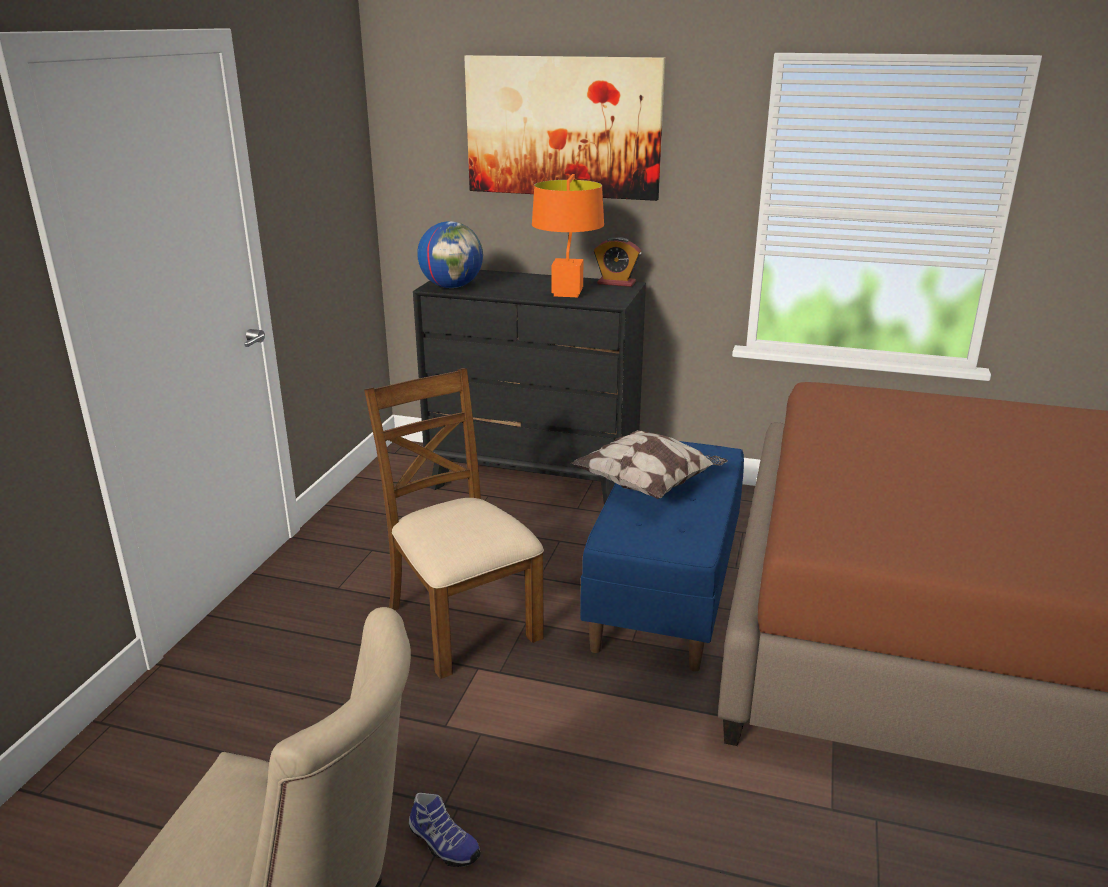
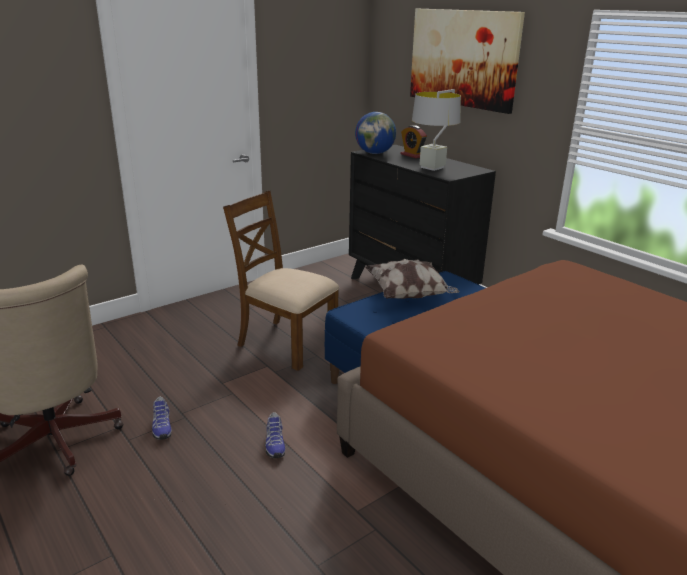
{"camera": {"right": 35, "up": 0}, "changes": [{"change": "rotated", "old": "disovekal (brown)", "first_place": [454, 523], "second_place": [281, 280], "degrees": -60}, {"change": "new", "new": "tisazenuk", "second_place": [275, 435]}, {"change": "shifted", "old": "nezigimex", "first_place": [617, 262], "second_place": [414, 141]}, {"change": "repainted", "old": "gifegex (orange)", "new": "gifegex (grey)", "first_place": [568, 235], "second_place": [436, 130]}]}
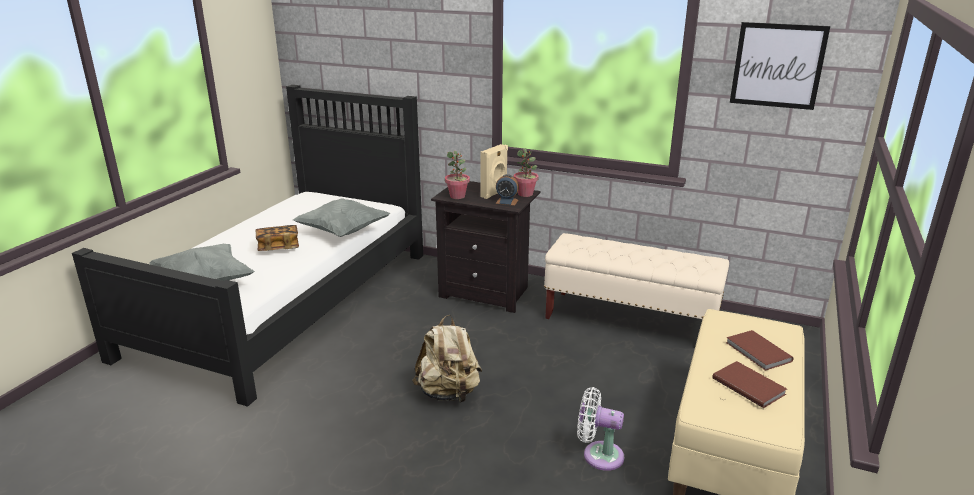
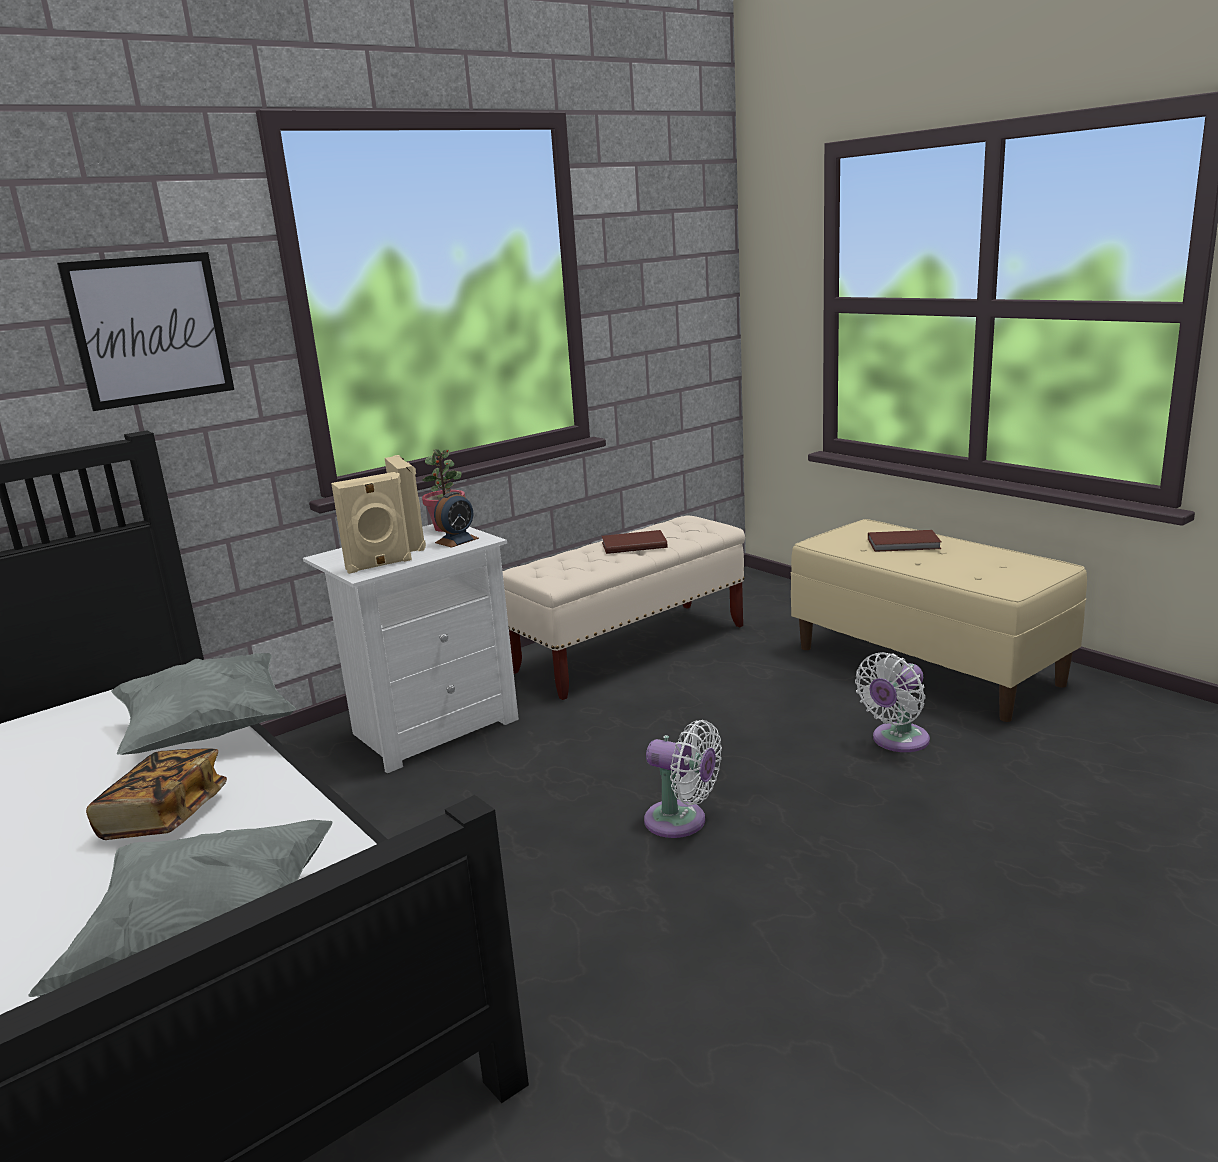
{"camera": {"right": -60, "up": -5}, "changes": [{"change": "shifted", "old": "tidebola", "first_place": [780, 66], "second_place": [145, 331]}, {"change": "repainted", "old": "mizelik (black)", "new": "mizelik (white)", "first_place": [486, 247], "second_place": [411, 648]}, {"change": "swapped", "old": "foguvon", "new": "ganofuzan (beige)", "first_place": [457, 174], "second_place": [371, 523]}, {"change": "shifted", "old": "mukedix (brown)", "first_place": [749, 384], "second_place": [635, 542]}, {"change": "swapped", "old": "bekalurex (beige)", "new": "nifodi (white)", "first_place": [447, 359], "second_place": [683, 779]}]}
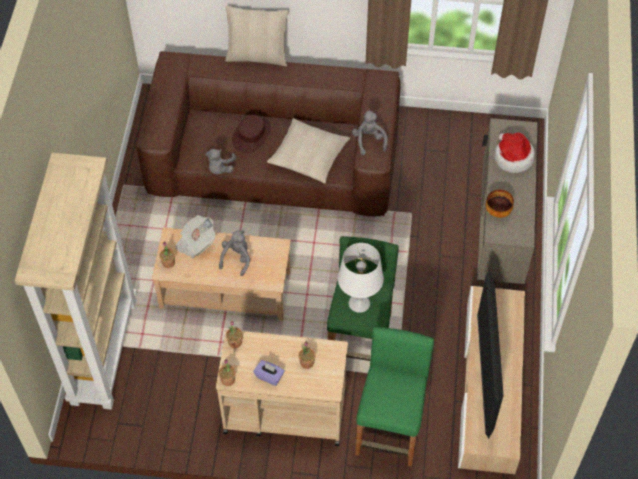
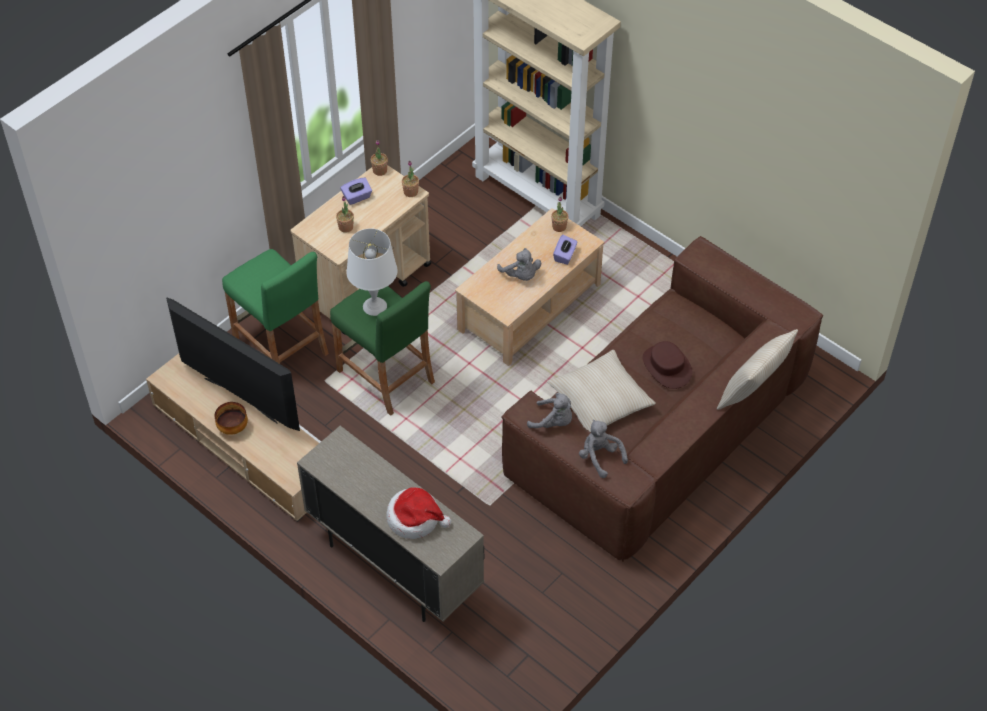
{"camera": {"right": 125, "up": -5}, "changes": [{"change": "shifted", "old": "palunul", "first_place": [500, 203], "second_place": [231, 418]}, {"change": "swapped", "old": "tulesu", "new": "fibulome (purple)", "first_place": [195, 237], "second_place": [565, 250]}, {"change": "shifted", "old": "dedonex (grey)", "first_place": [221, 161], "second_place": [603, 448]}]}
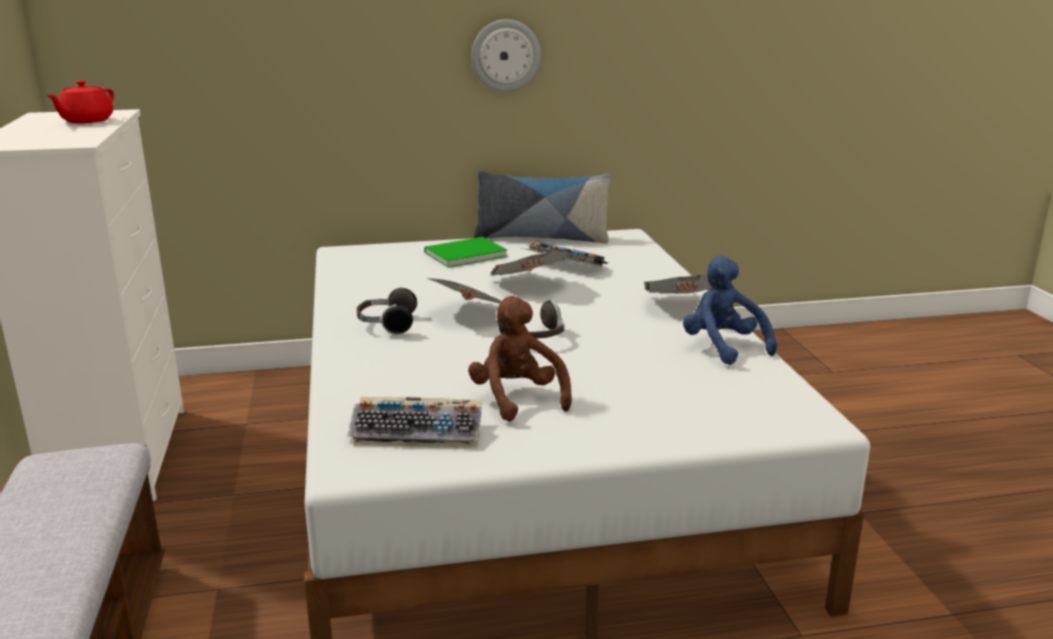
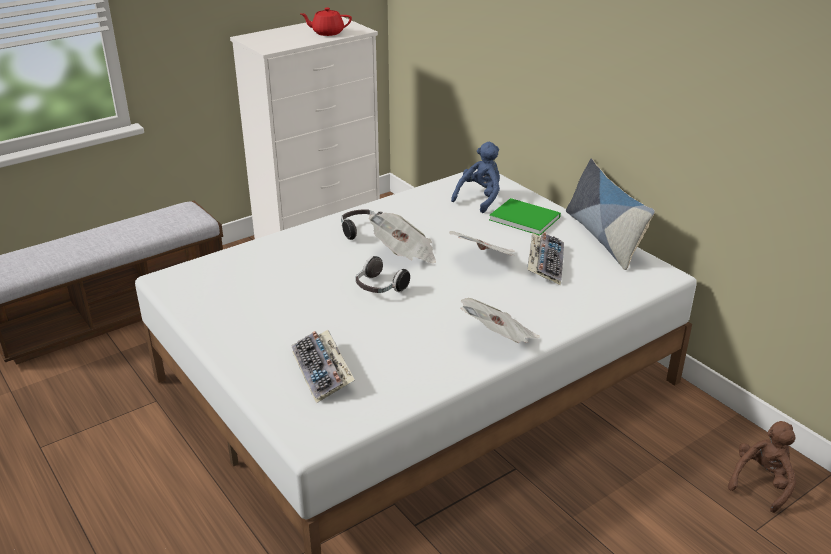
{"camera": {"right": 65, "up": 10}, "changes": [{"change": "shifted", "old": "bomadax", "first_place": [414, 422], "second_place": [323, 366]}, {"change": "shifted", "old": "dedonex (blue)", "first_place": [730, 310], "second_place": [475, 177]}, {"change": "shifted", "old": "dedonex (brown)", "first_place": [520, 359], "second_place": [762, 467]}, {"change": "gone", "old": "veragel", "first_place": [506, 55]}]}
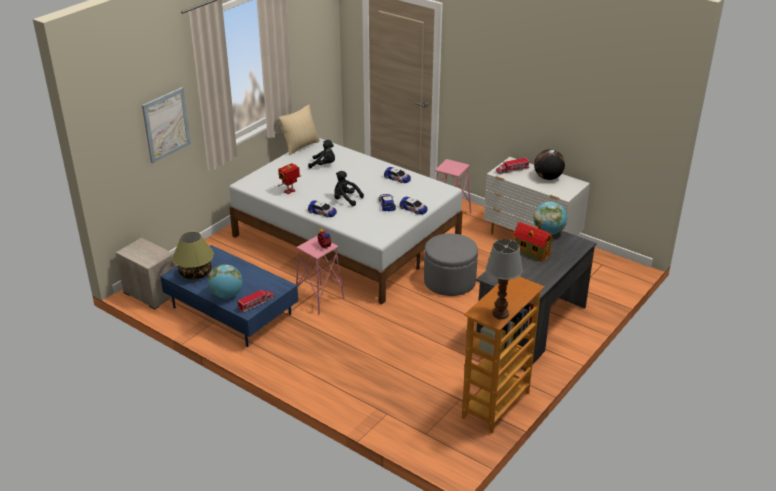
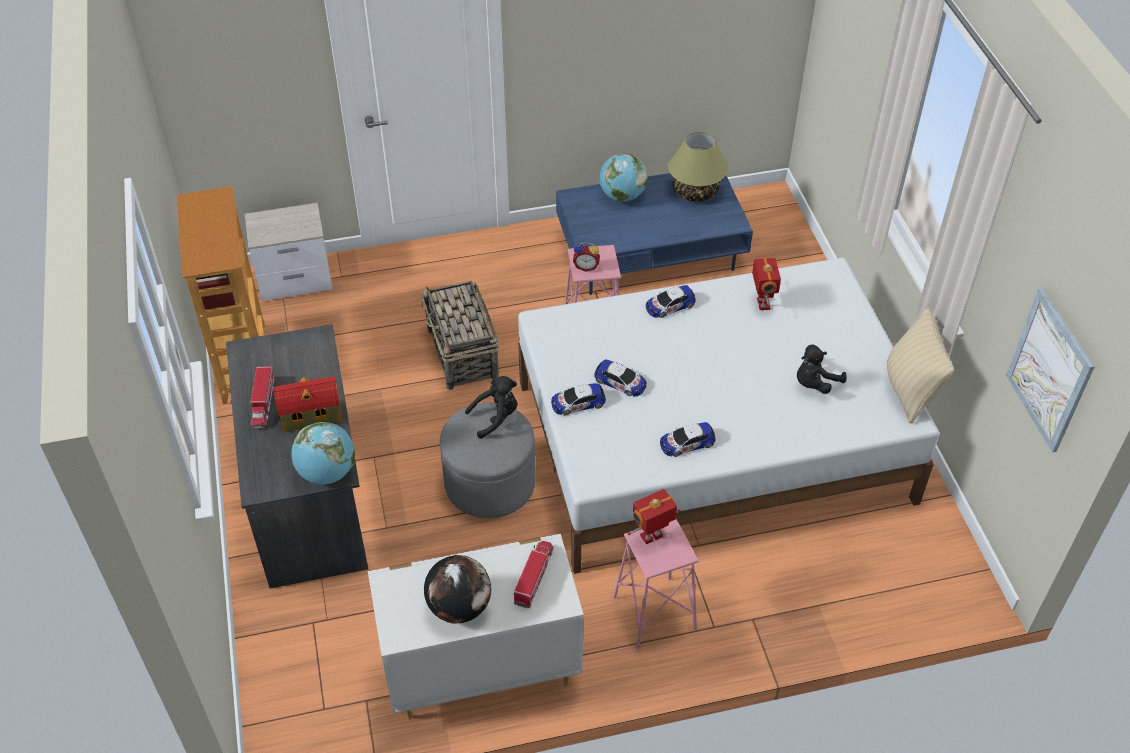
{"camera": {"right": 130, "up": 15}, "changes": [{"change": "shifted", "old": "mizelik", "first_place": [146, 274], "second_place": [289, 252]}, {"change": "shifted", "old": "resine", "first_place": [256, 301], "second_place": [261, 397]}, {"change": "new", "new": "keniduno", "second_place": [460, 335]}, {"change": "shifted", "old": "dedonex (black)", "first_place": [349, 188], "second_place": [491, 407]}, {"change": "new", "new": "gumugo", "second_place": [653, 516]}, {"change": "shifted", "old": "tidebola", "first_place": [166, 125], "second_place": [1050, 370]}, {"change": "gone", "old": "gifegex", "first_place": [504, 279]}]}
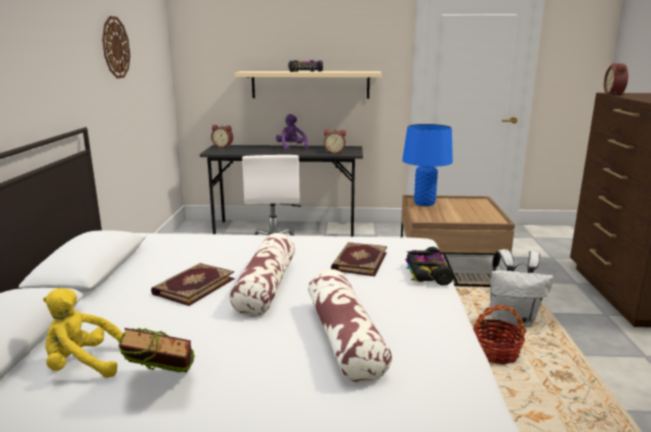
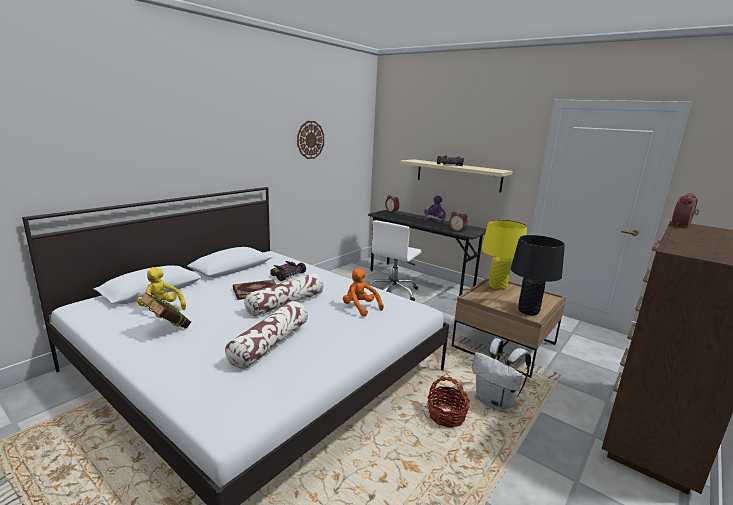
{"camera": {"right": 35, "up": 0}, "changes": [{"change": "shifted", "old": "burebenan", "first_place": [429, 266], "second_place": [288, 271]}, {"change": "swapped", "old": "mukedix", "new": "dedonex (orange)", "first_place": [359, 259], "second_place": [363, 292]}, {"change": "repainted", "old": "gifegex (blue)", "new": "gifegex (yellow)", "first_place": [427, 165], "second_place": [504, 255]}, {"change": "new", "new": "gifegex (black)", "second_place": [538, 275]}]}
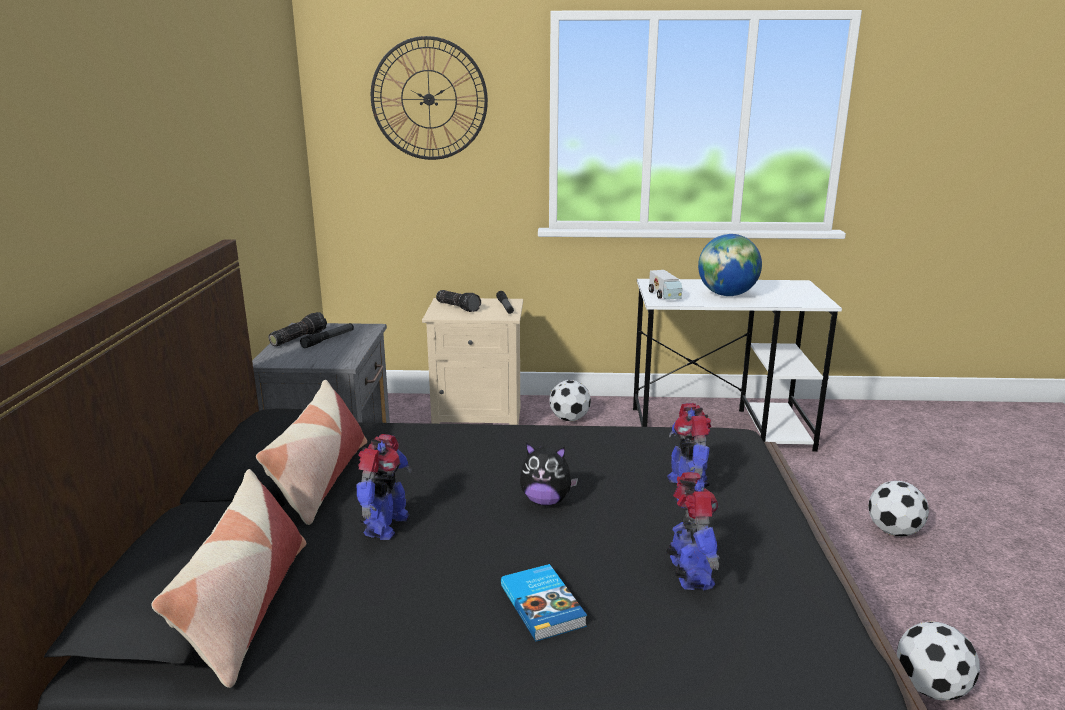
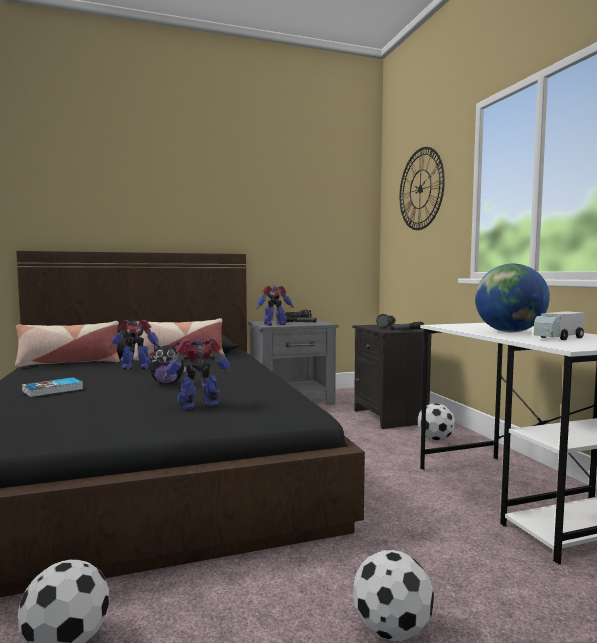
{"camera": {"right": 70, "up": -15}, "changes": [{"change": "rotated", "old": "dedonex", "first_place": [549, 474], "second_place": [168, 363], "degrees": -90}, {"change": "shifted", "old": "gumugo", "first_place": [693, 531], "second_place": [275, 305]}, {"change": "repainted", "old": "mizelik (beige)", "new": "mizelik (black)", "first_place": [472, 361], "second_place": [392, 376]}, {"change": "shifted", "old": "resine", "first_place": [665, 285], "second_place": [559, 325]}]}
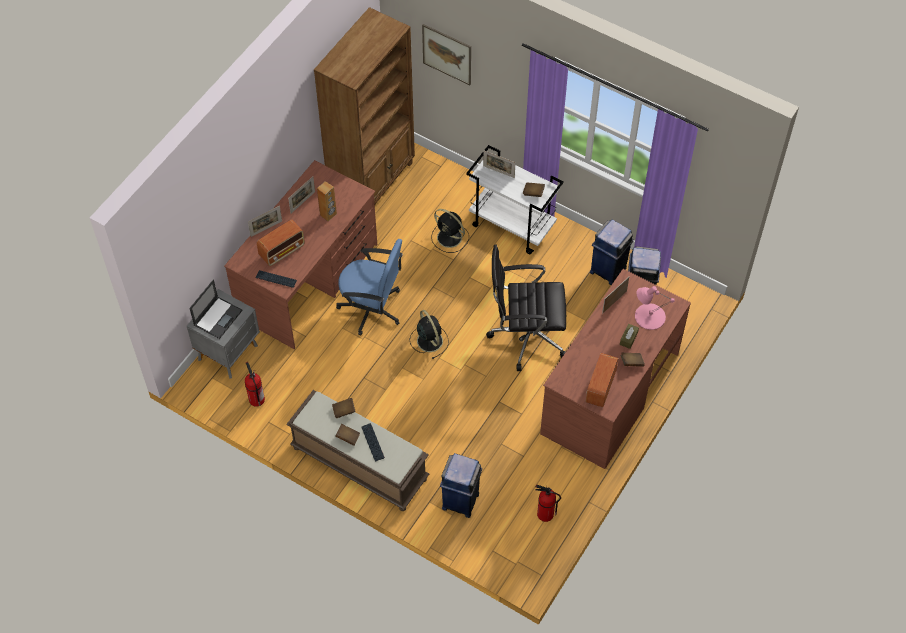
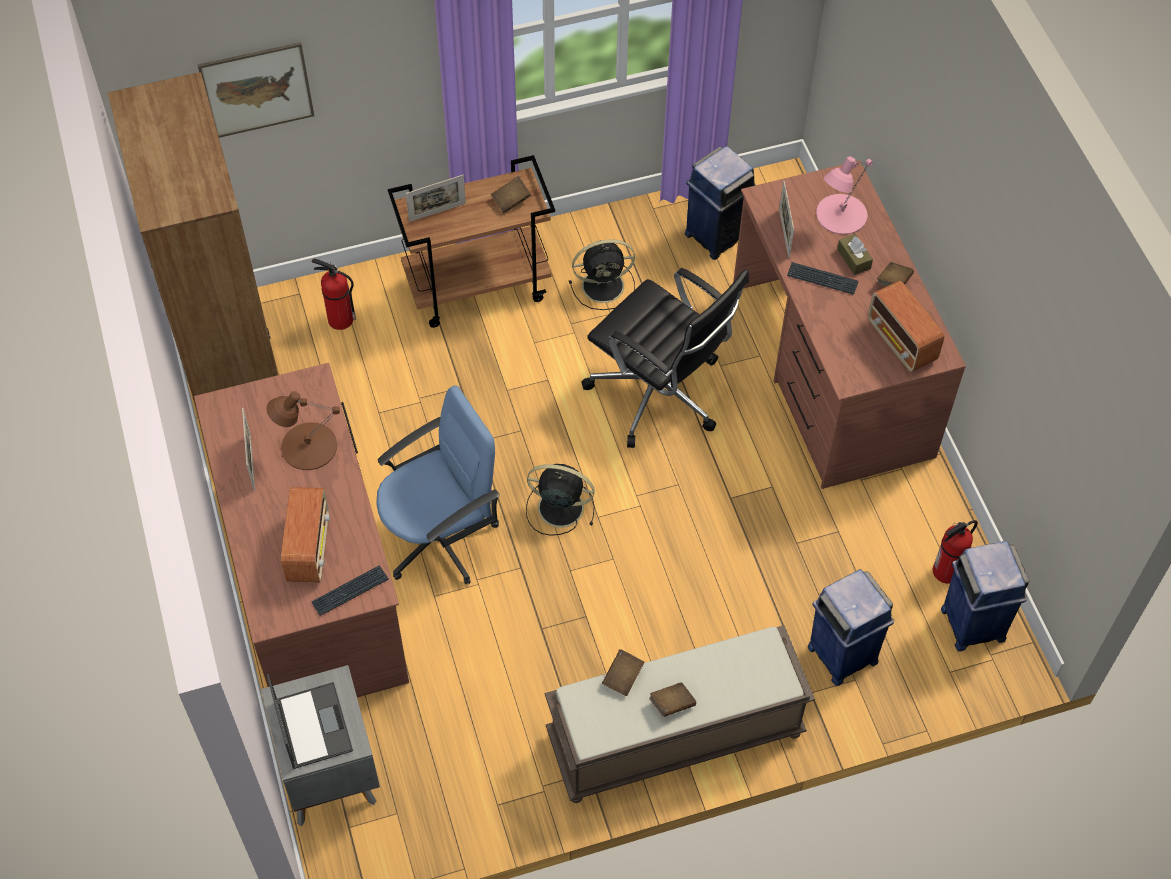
{"camera": {"right": -50, "up": 0}, "changes": [{"change": "swapped", "old": "ganofuzan (brown)", "new": "gifegex (brown)", "first_place": [327, 201], "second_place": [303, 430]}, {"change": "shifted", "old": "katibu", "first_place": [255, 384], "second_place": [333, 294]}, {"change": "repainted", "old": "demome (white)", "new": "demome (brown)", "first_place": [515, 200], "second_place": [471, 241]}, {"change": "shifted", "old": "nifodi (black)", "first_place": [450, 231], "second_place": [602, 274]}, {"change": "rotated", "old": "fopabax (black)", "first_place": [526, 308], "second_place": [665, 358], "degrees": -90}, {"change": "shifted", "old": "bomadax", "first_place": [373, 442], "second_place": [822, 278]}, {"change": "shifted", "old": "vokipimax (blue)", "first_place": [612, 252], "second_place": [985, 596]}, {"change": "gone", "old": "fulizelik", "first_place": [265, 221]}]}
